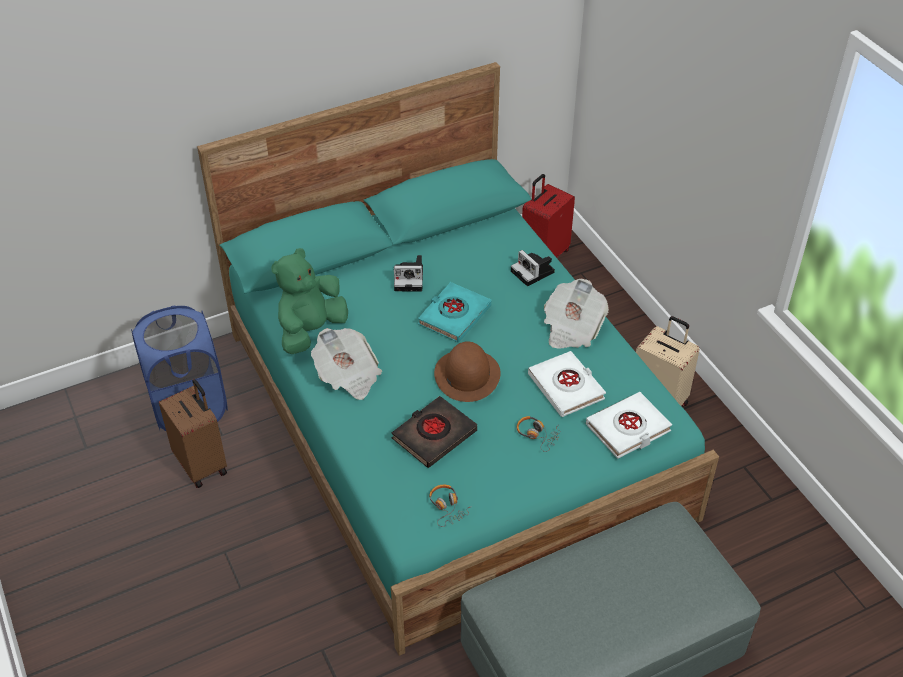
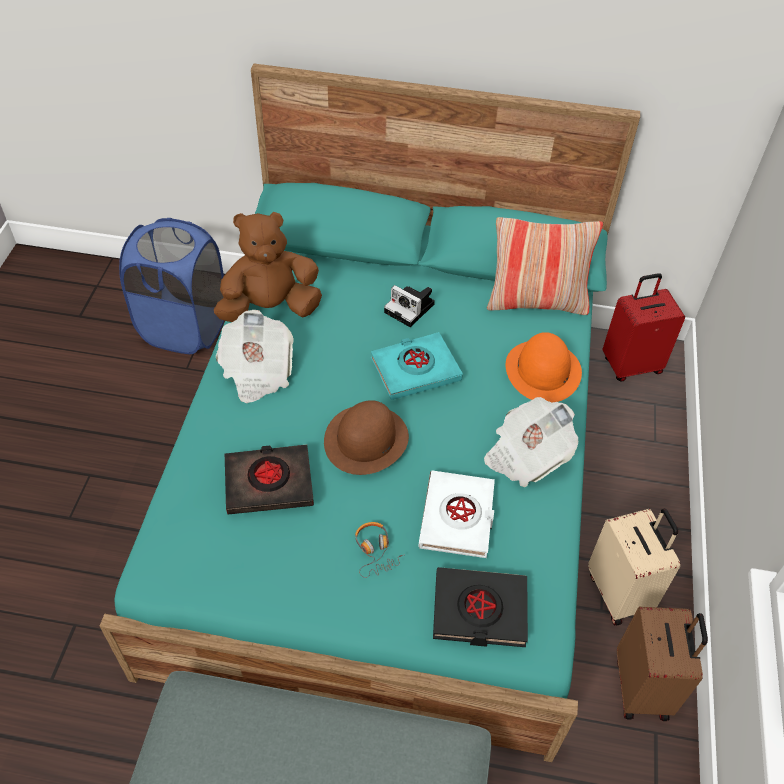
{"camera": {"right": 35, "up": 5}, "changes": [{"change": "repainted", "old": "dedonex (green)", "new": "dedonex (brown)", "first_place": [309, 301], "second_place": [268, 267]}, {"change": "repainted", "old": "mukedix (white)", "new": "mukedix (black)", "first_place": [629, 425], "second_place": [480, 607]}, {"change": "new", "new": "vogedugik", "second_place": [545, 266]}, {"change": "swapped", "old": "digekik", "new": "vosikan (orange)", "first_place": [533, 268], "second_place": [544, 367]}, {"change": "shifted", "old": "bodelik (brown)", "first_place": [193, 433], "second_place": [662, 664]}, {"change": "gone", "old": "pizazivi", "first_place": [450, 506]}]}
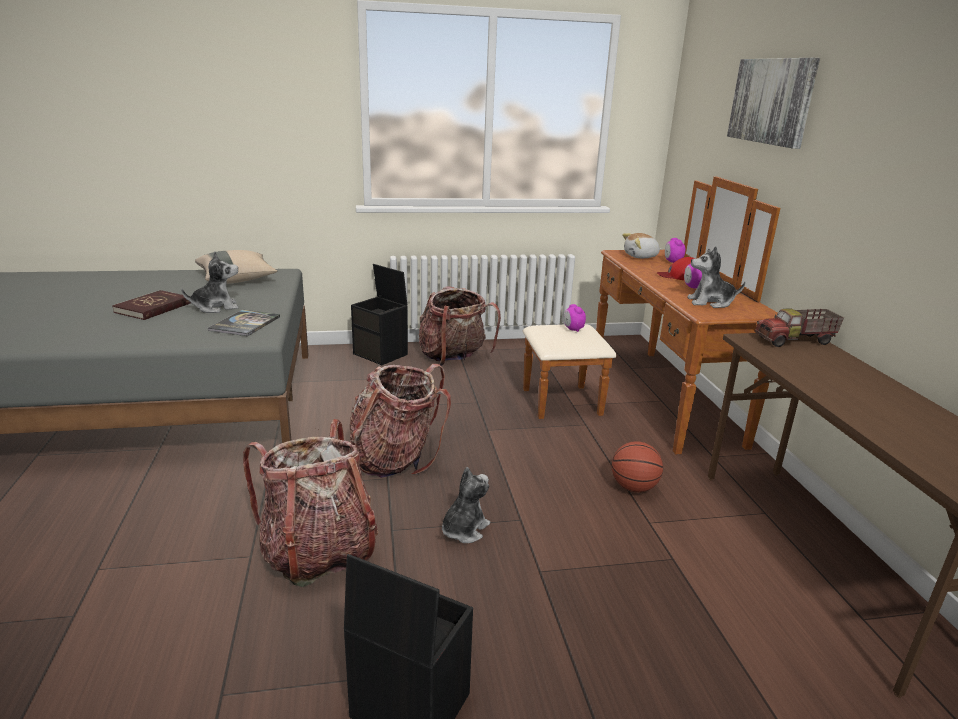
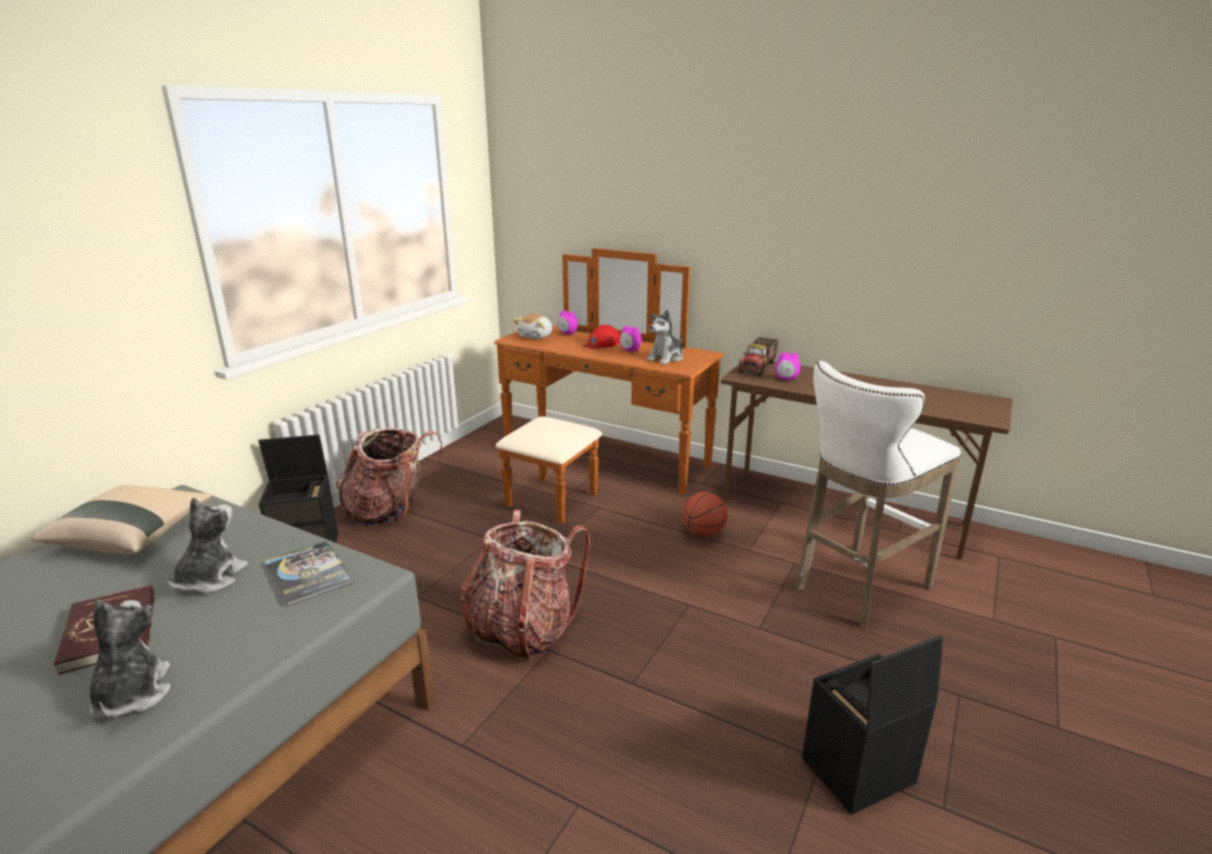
{"camera": {"right": -50, "up": 0}, "changes": [{"change": "shifted", "old": "dedonex", "first_place": [466, 505], "second_place": [130, 659]}, {"change": "shifted", "old": "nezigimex", "first_place": [575, 318], "second_place": [787, 366]}, {"change": "new", "new": "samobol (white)", "second_place": [878, 494]}, {"change": "gone", "old": "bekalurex", "first_place": [311, 503]}, {"change": "gone", "old": "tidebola", "first_place": [773, 103]}]}
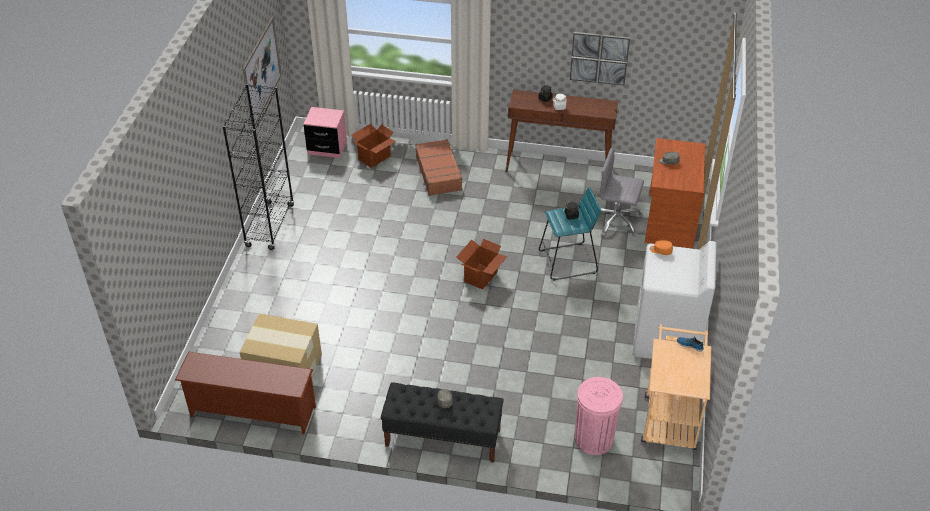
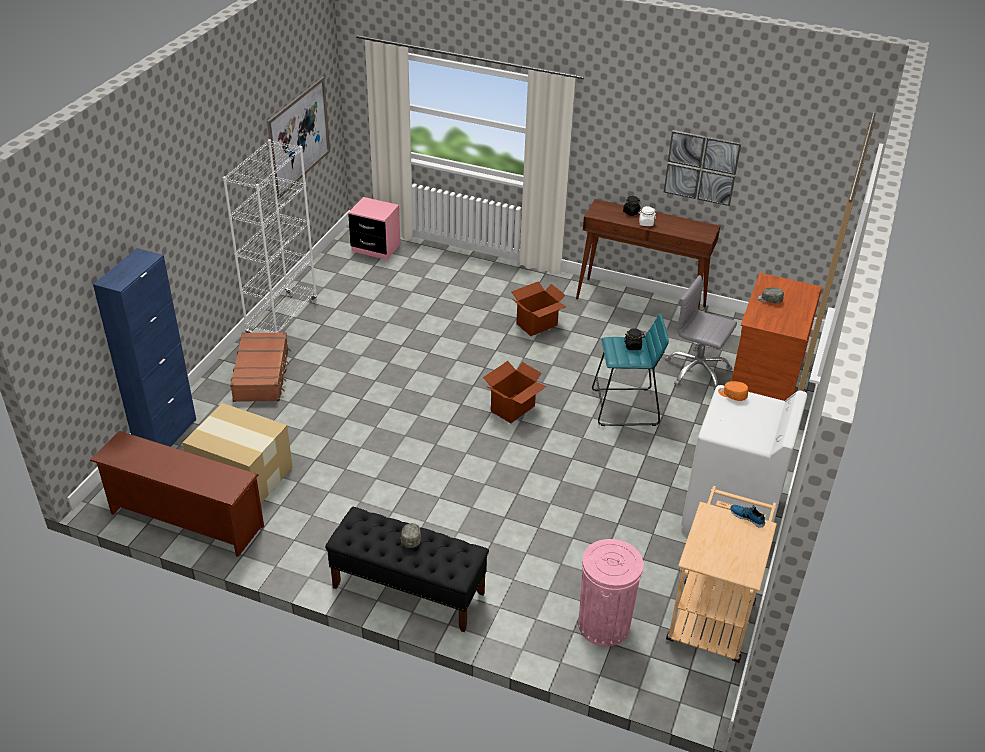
{"camera": {"right": 10, "up": -5}, "changes": [{"change": "new", "new": "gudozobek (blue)", "second_place": [144, 347]}, {"change": "repainted", "old": "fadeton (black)", "new": "fadeton (white)", "first_place": [258, 167], "second_place": [270, 236]}, {"change": "shifted", "old": "bodelik (brown)", "first_place": [439, 167], "second_place": [260, 367]}, {"change": "shifted", "old": "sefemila", "first_place": [373, 145], "second_place": [538, 308]}]}
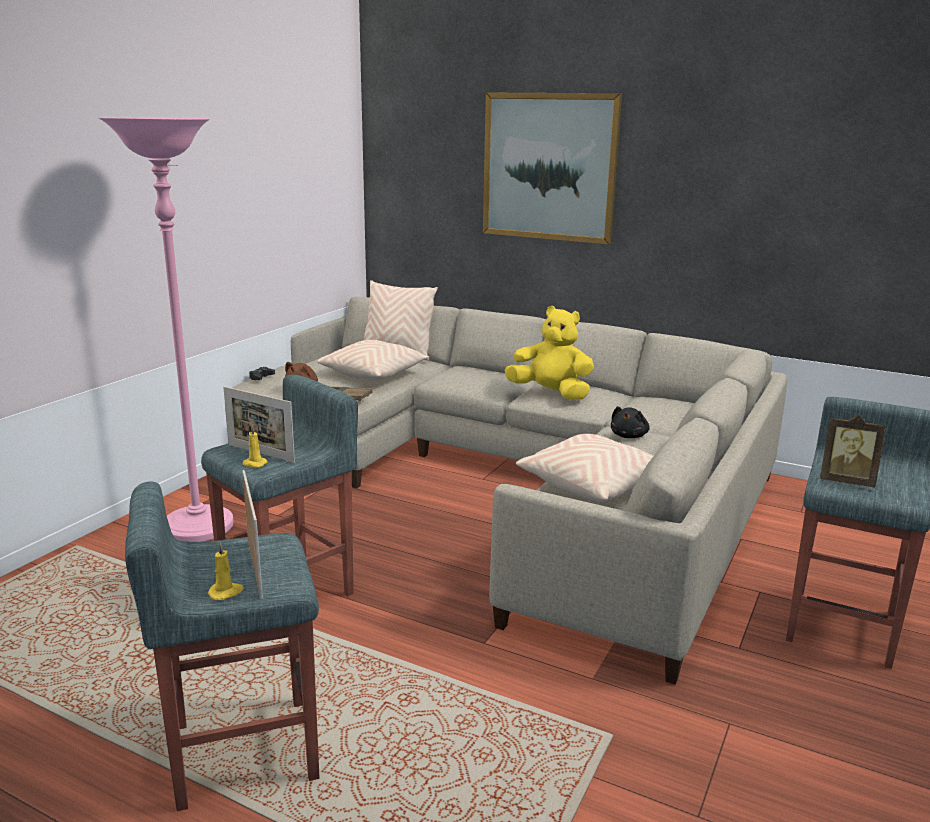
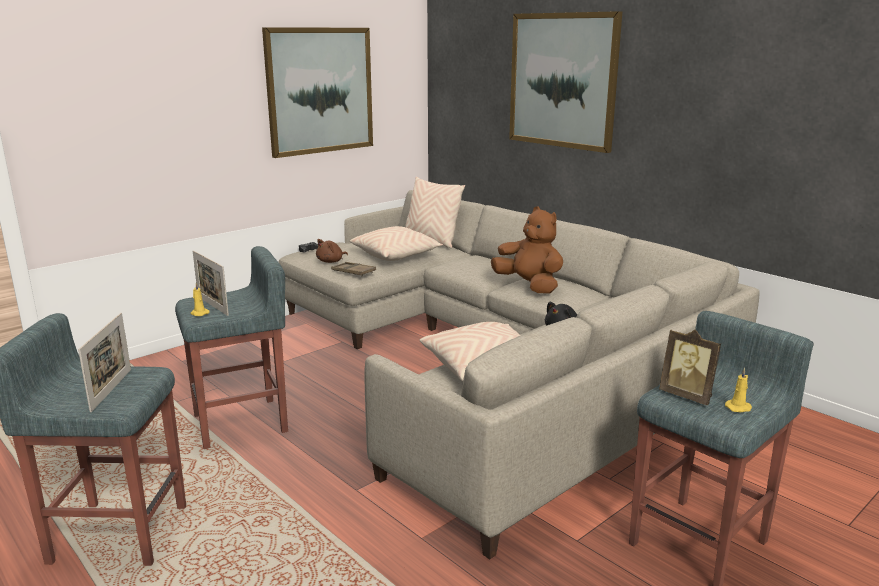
{"camera": {"right": 20, "up": 0}, "changes": [{"change": "new", "new": "tidebola", "second_place": [317, 92]}, {"change": "repainted", "old": "dedonex (yellow)", "new": "dedonex (brown)", "first_place": [549, 353], "second_place": [527, 249]}, {"change": "shifted", "old": "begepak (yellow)", "first_place": [226, 571], "second_place": [738, 390]}, {"change": "gone", "old": "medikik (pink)", "first_place": [166, 329]}]}
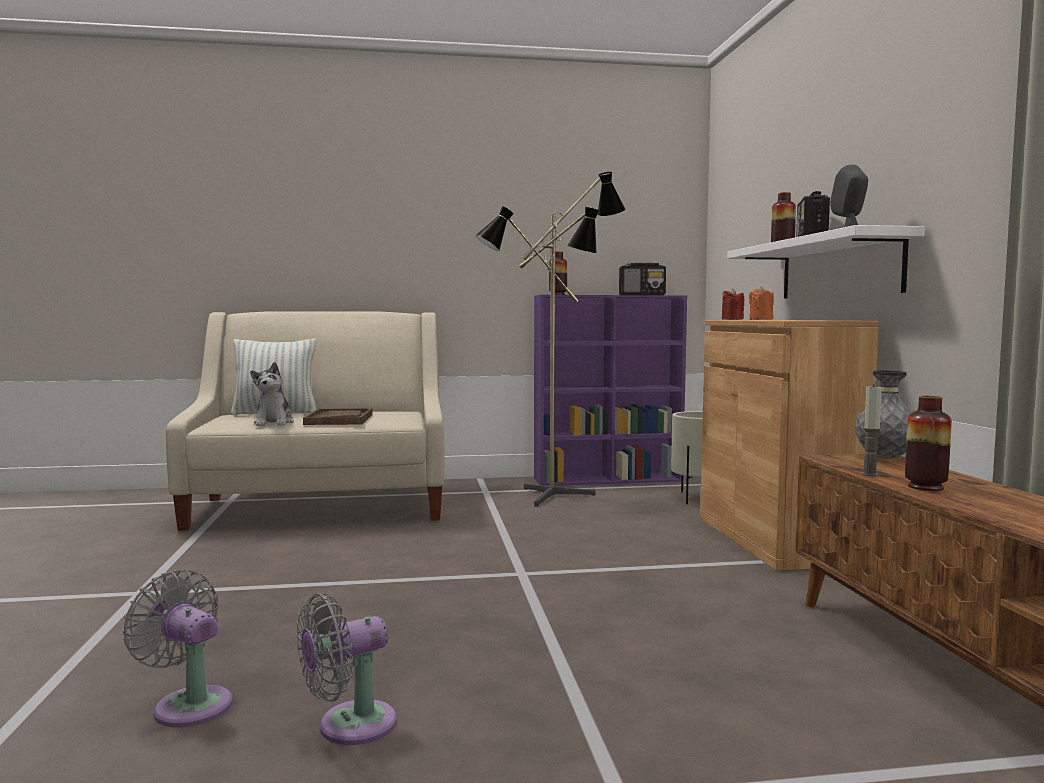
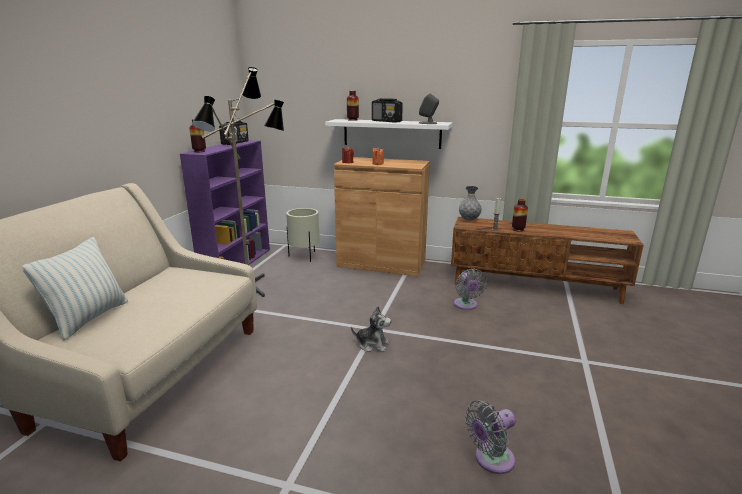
{"camera": {"right": -65, "up": 15}, "changes": [{"change": "shifted", "old": "dedonex", "first_place": [272, 394], "second_place": [371, 329]}, {"change": "shifted", "old": "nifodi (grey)", "first_place": [346, 669], "second_place": [470, 289]}, {"change": "gone", "old": "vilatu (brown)", "first_place": [338, 416]}]}
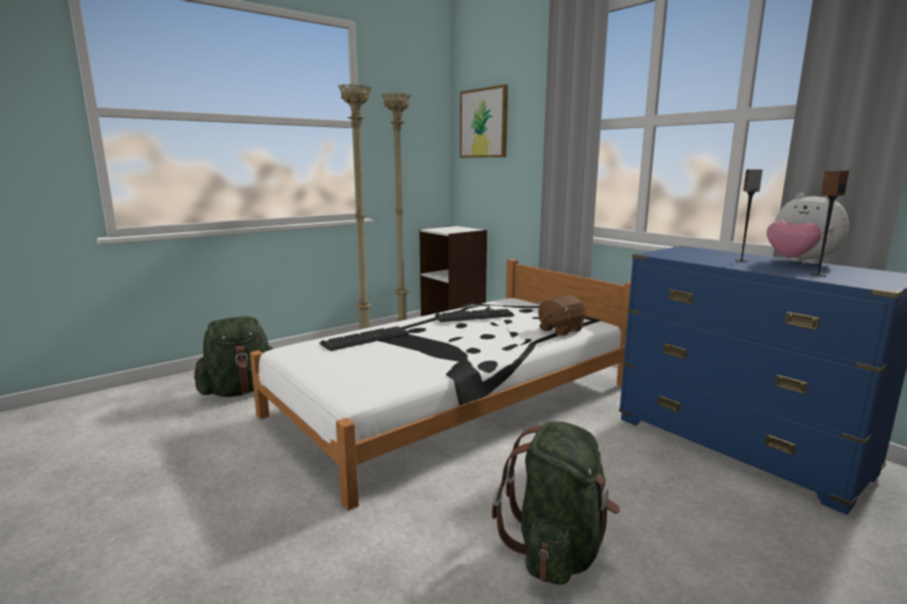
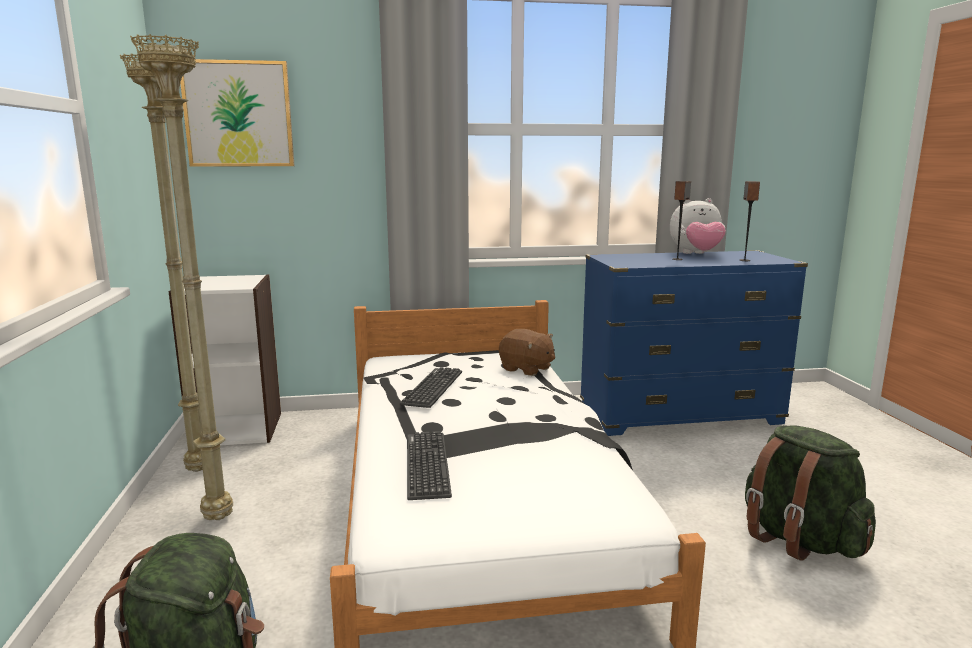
{"camera": {"right": -60, "up": 0}, "changes": [{"change": "rotated", "old": "dedonex (brown)", "first_place": [562, 315], "second_place": [527, 352], "degrees": -45}]}
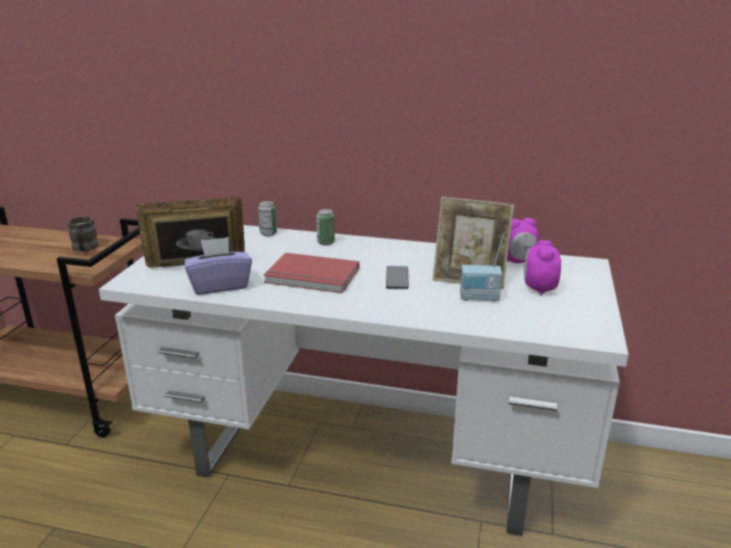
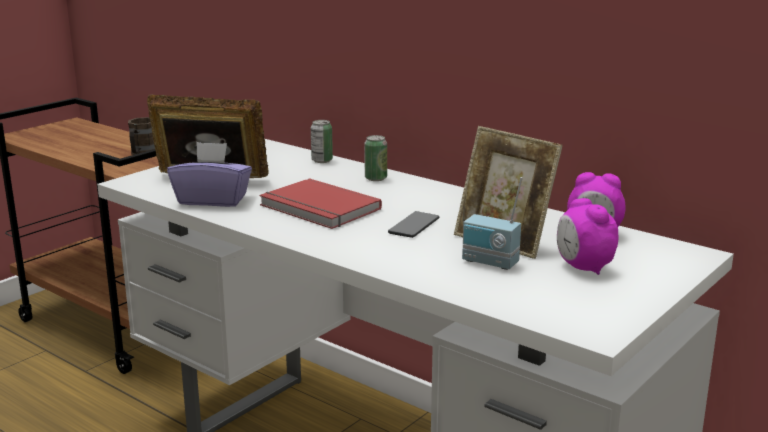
{"camera": {"right": 25, "up": -5}, "changes": [{"change": "rotated", "old": "nezigimex", "first_place": [542, 268], "second_place": [587, 236], "degrees": -60}]}
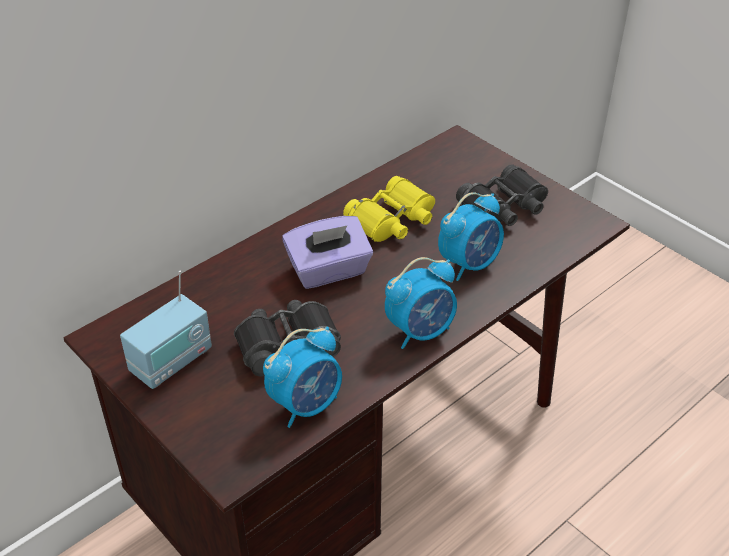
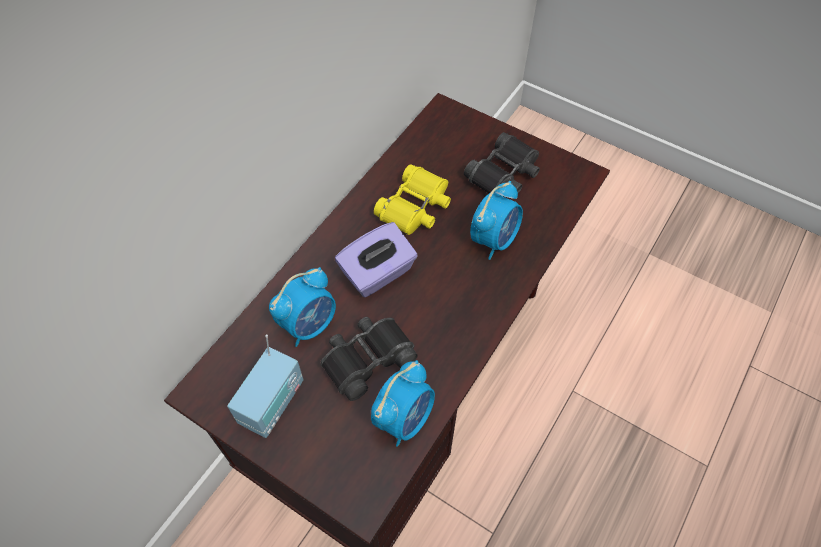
{"camera": {"right": -15, "up": 15}, "changes": [{"change": "shifted", "old": "nezigimex", "first_place": [421, 303], "second_place": [302, 307]}]}
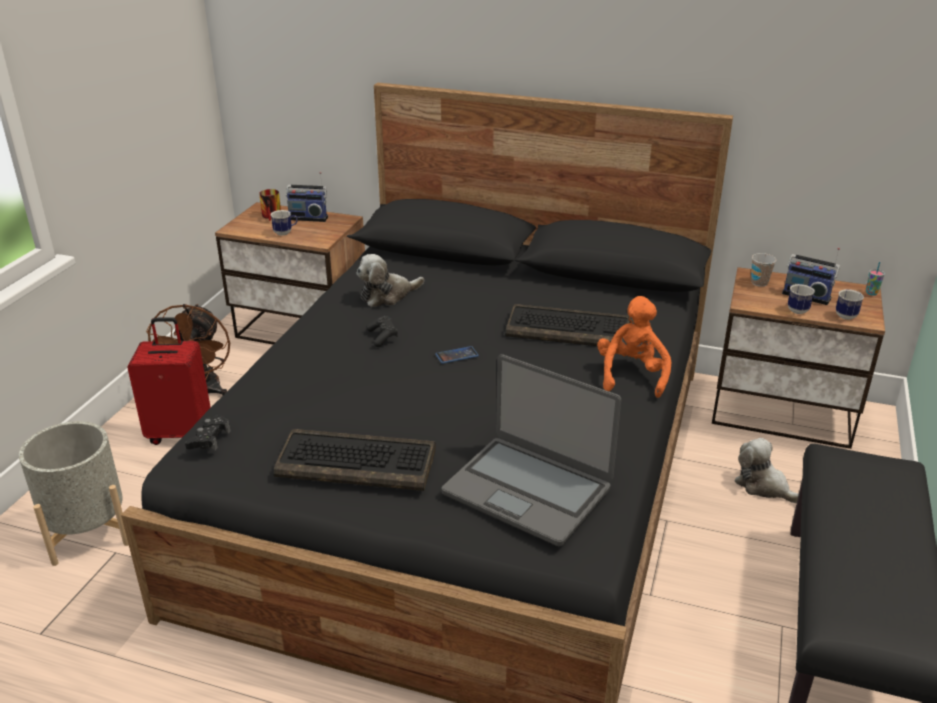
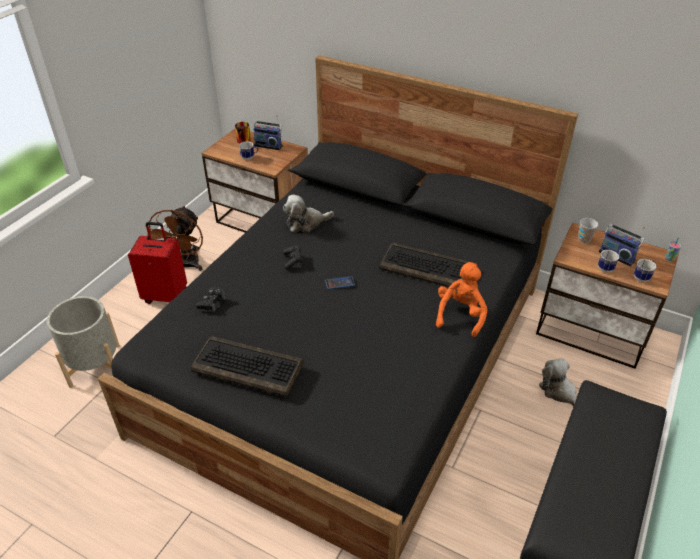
{"camera": {"right": 10, "up": 10}, "changes": [{"change": "shifted", "old": "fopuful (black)", "first_place": [208, 433], "second_place": [211, 299]}, {"change": "gone", "old": "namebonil", "first_place": [531, 450]}]}
